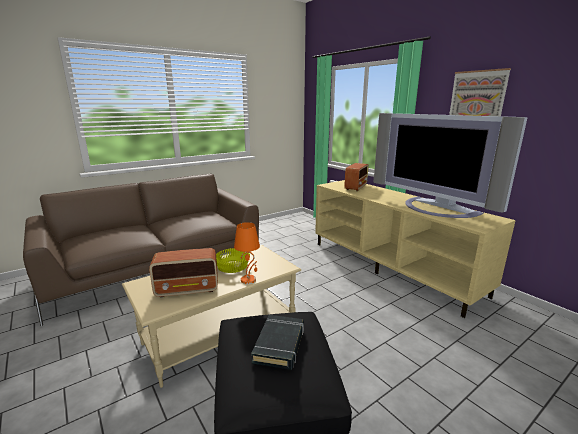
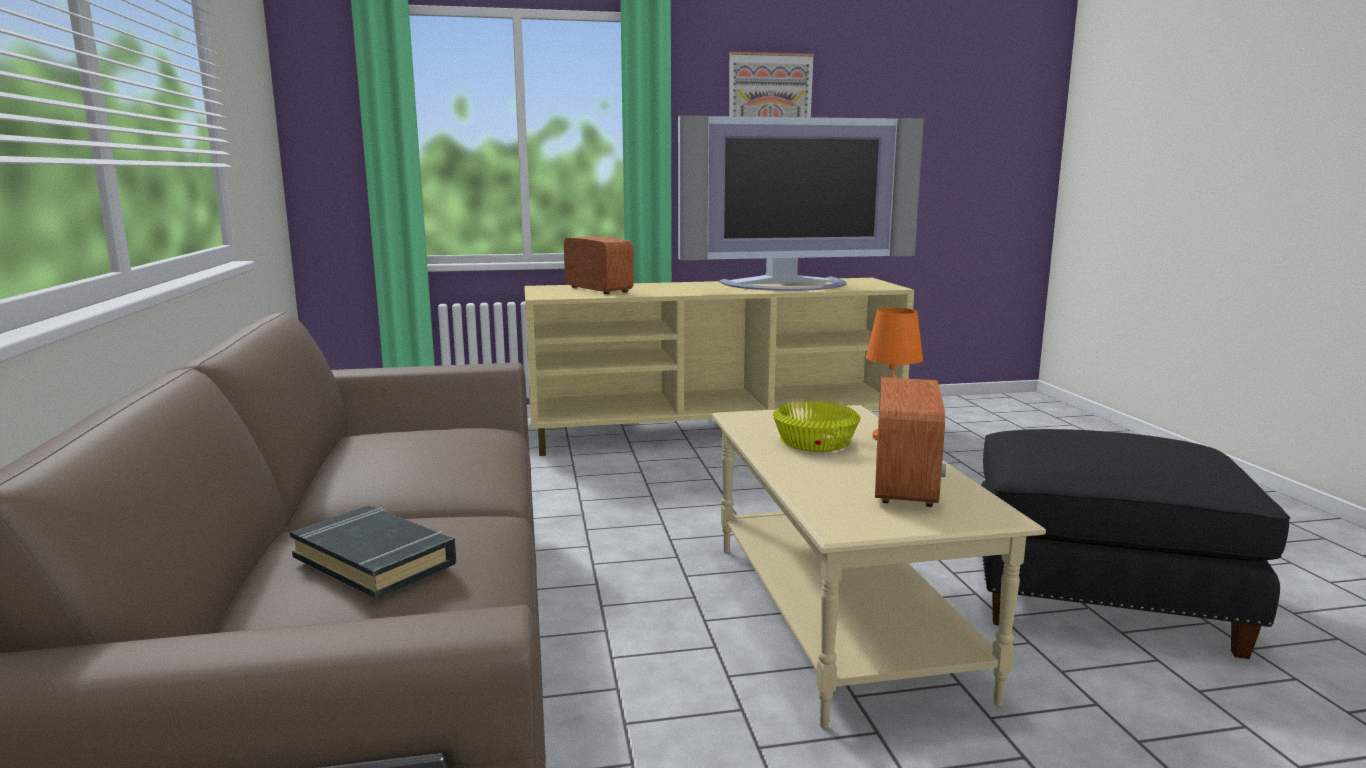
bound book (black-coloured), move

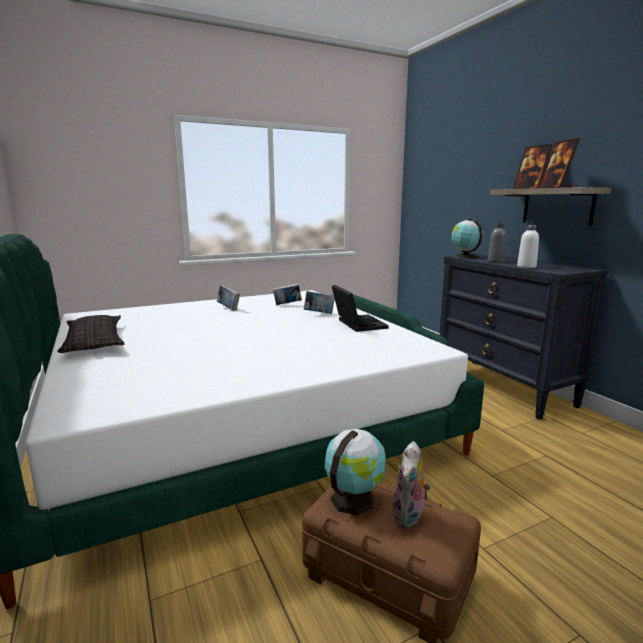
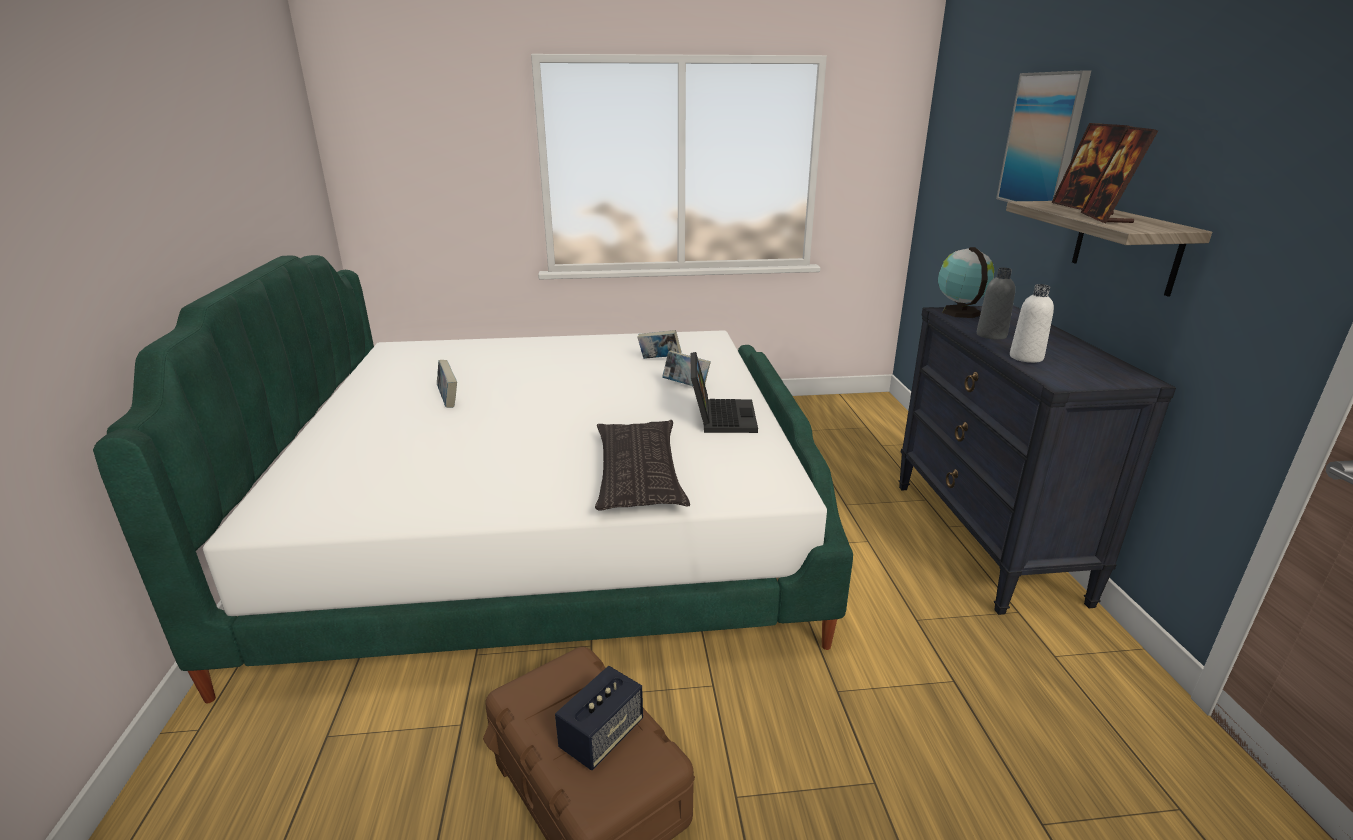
bound book (1st from left), move
throw pillow, move
world globe (1st from left) => nothing
plush toy => audio speaker
nothing => wall picture

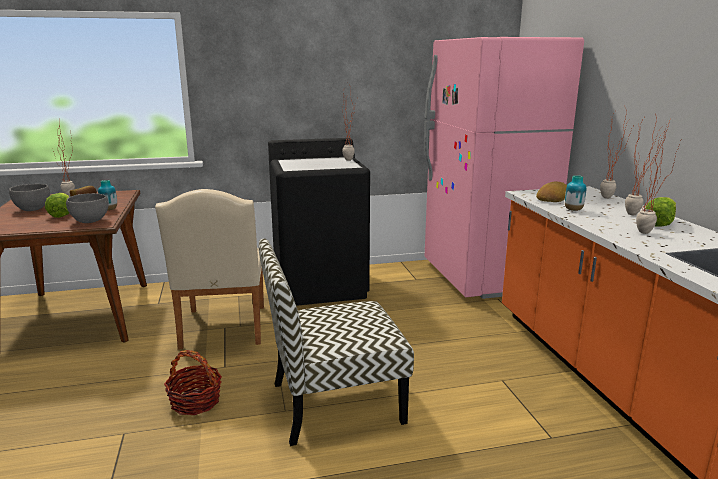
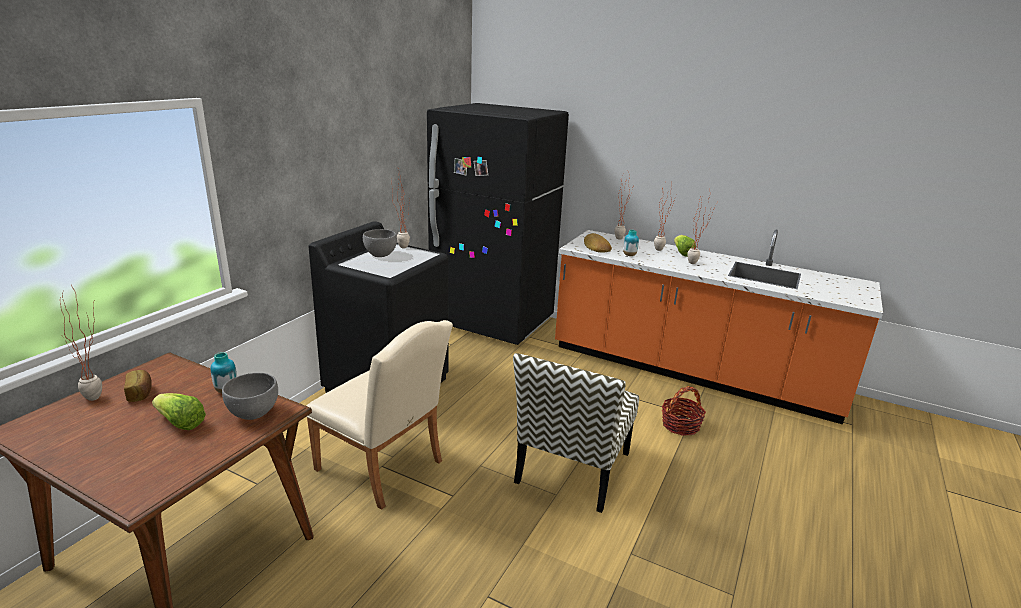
fridge (pink) => fridge (black-coloured)
serving bowl (grey) (1st from left in the first image) => serving bowl (grey) (2nd from left), move
storage basket, move

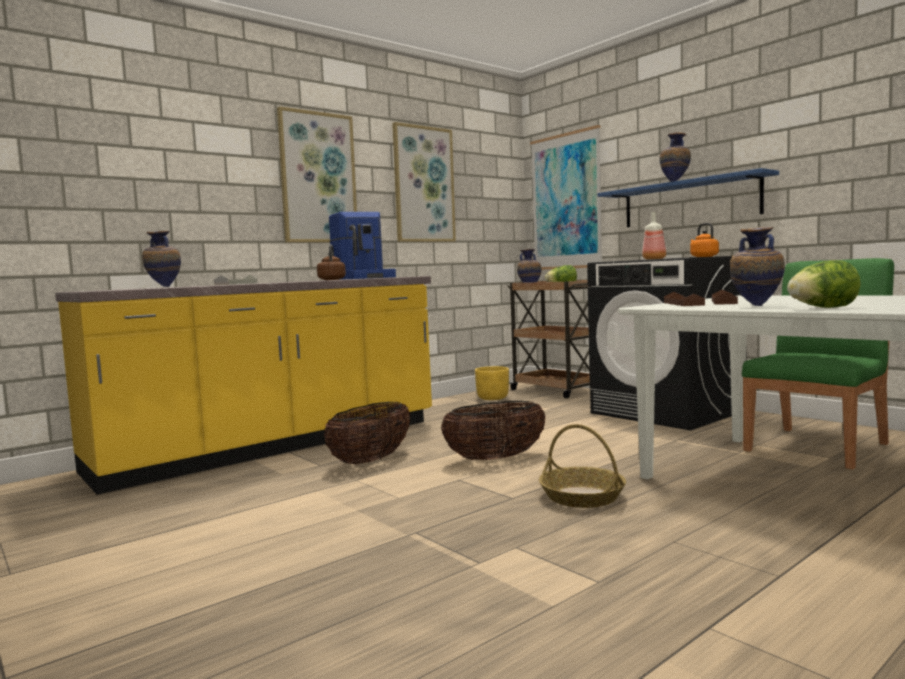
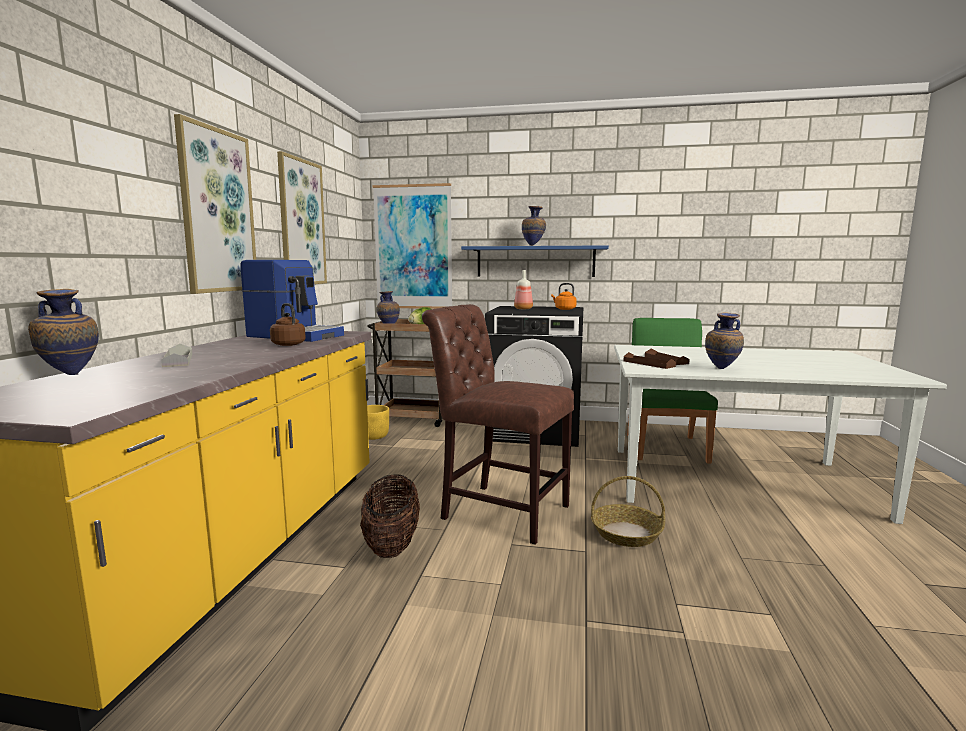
lettuce (2nd from left) => nothing
storage basket (2nd from left) => chair (brown-coloured)

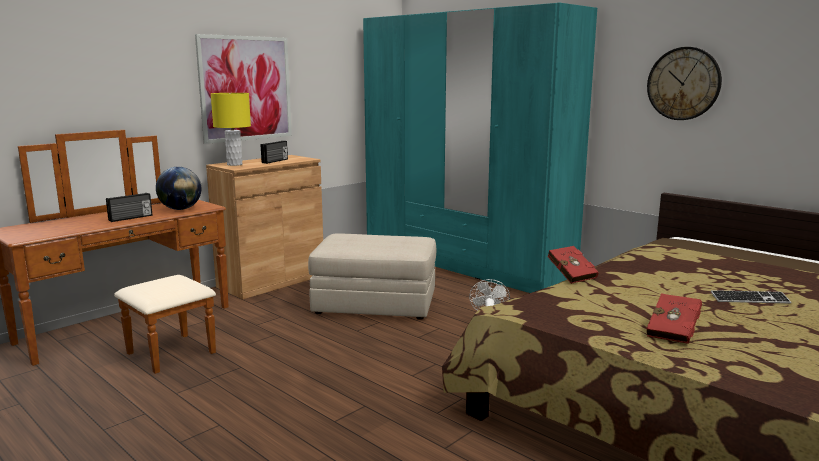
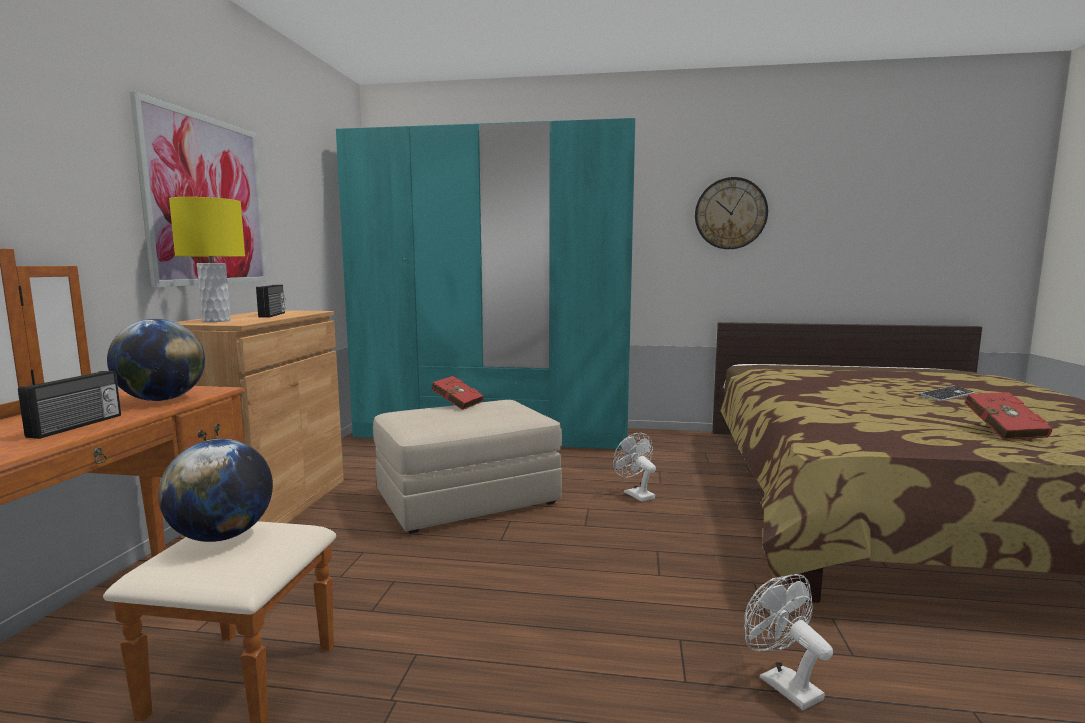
bound book (red-coloured) (1st from left), move
nothing => world globe (2nd from left)
nothing => electric fan (white) (2nd from left)

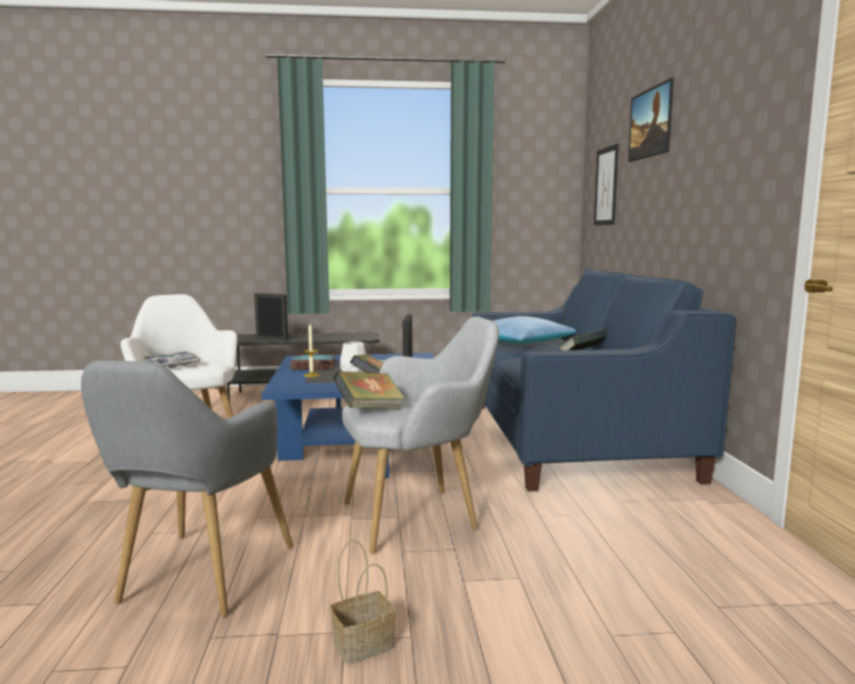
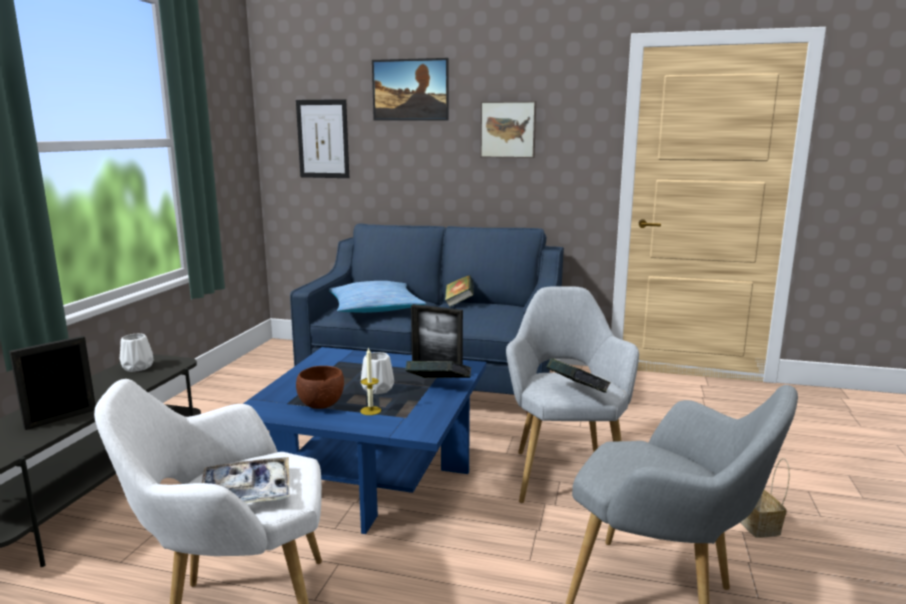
bound book (1st from left) => serving bowl (brown-coloured)
nothing => wall picture (3rd from left)
nothing => flower vase (white) (1st from left)

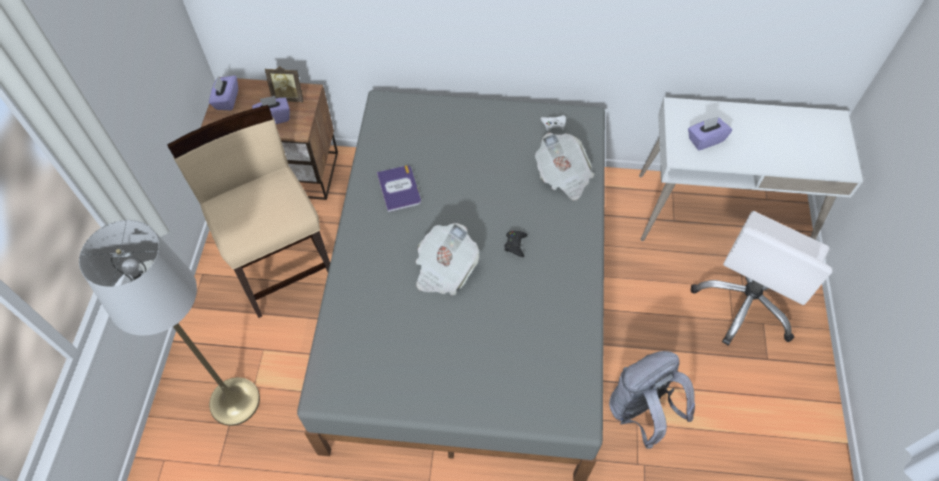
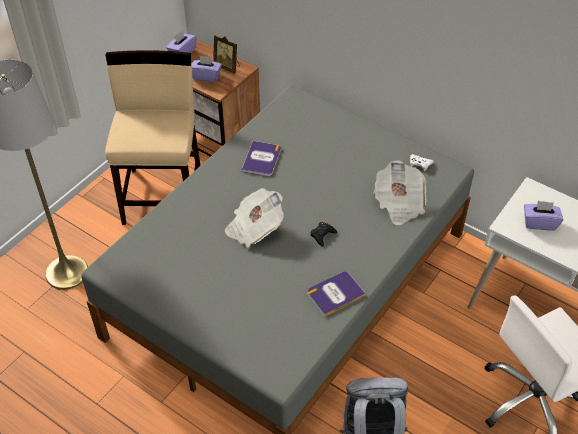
nothing => bound book (2nd from left)

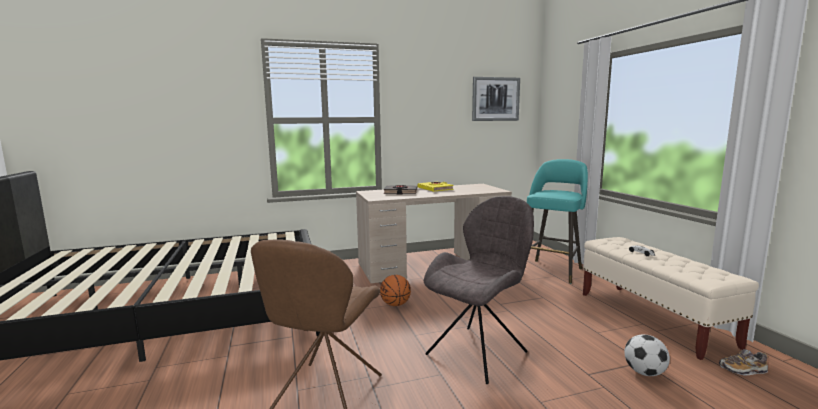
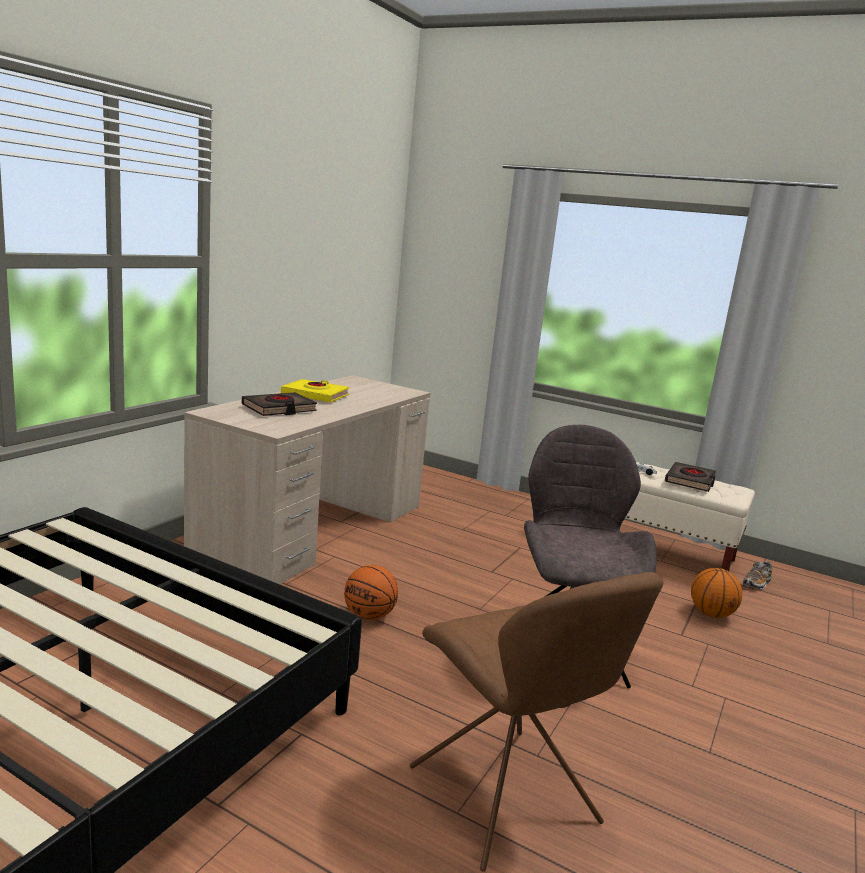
wall picture => nothing
sitting stool (blue-green) => nothing
football ball => basketball (2nd from left)
nothing => bound book (black-coloured) (2nd from left)

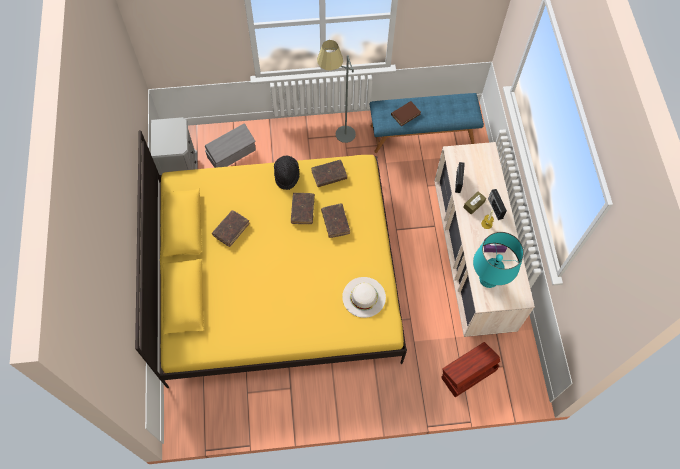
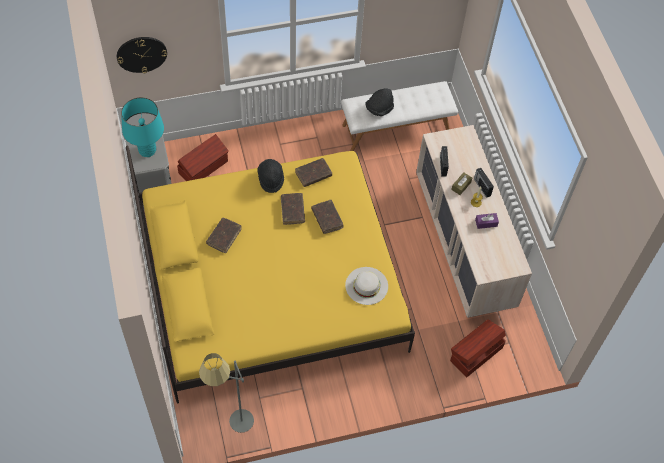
floor lamp (grey), move
indoor bench (bluish) => indoor bench (white)
bound book (brown-coloured) (5th from left) => wearable hat (black-coloured) (2nd from left)
storage bin (grey) => storage bin (brown-coloured) (1st from left)
table lamp (blue-green), move
nothing => clock on the wall

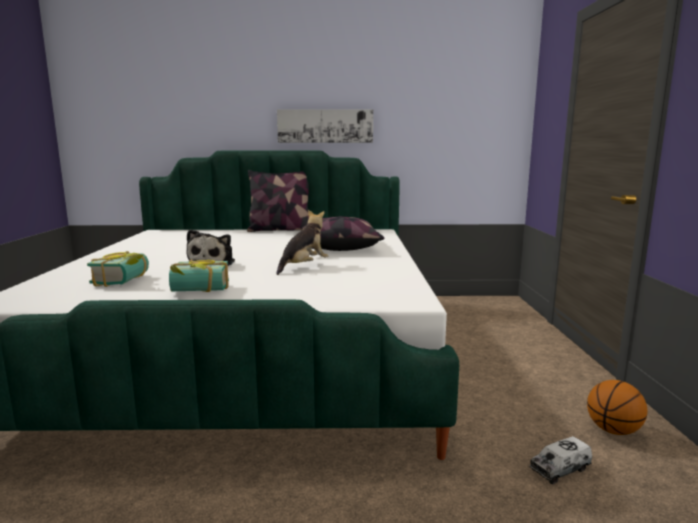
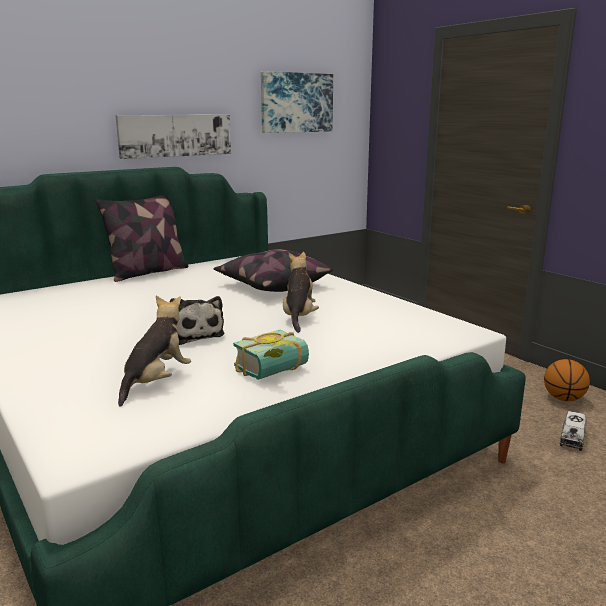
bound book (1st from left) => plush toy (1st from left)
nothing => wall picture (2nd from left)

